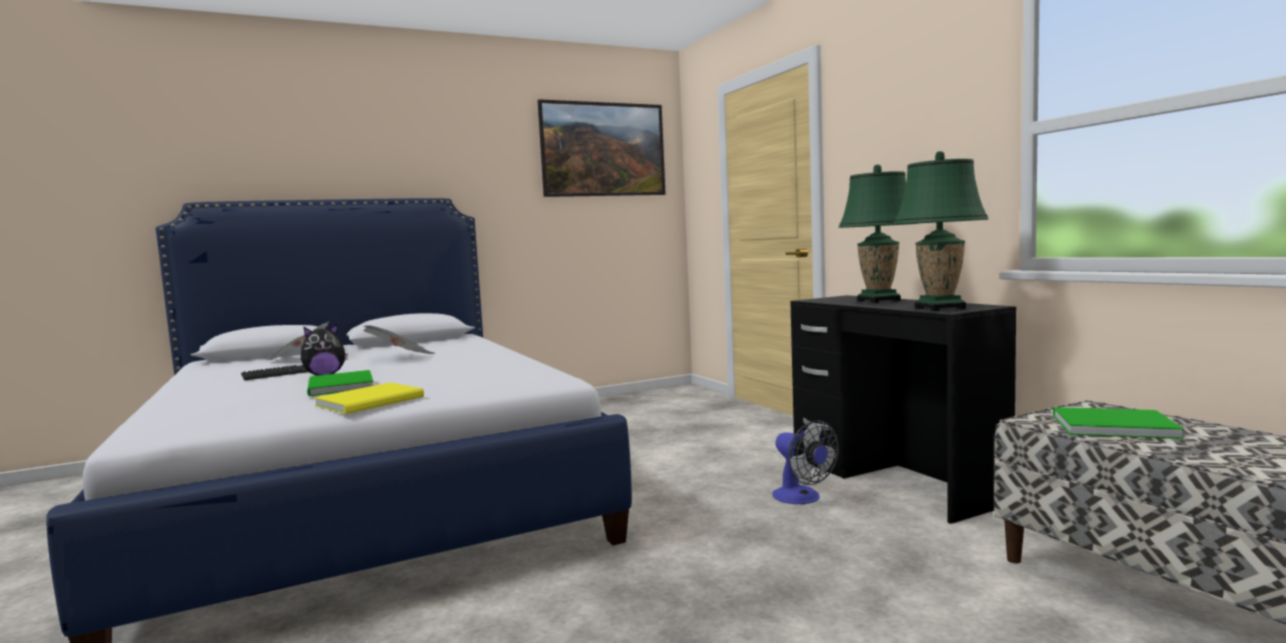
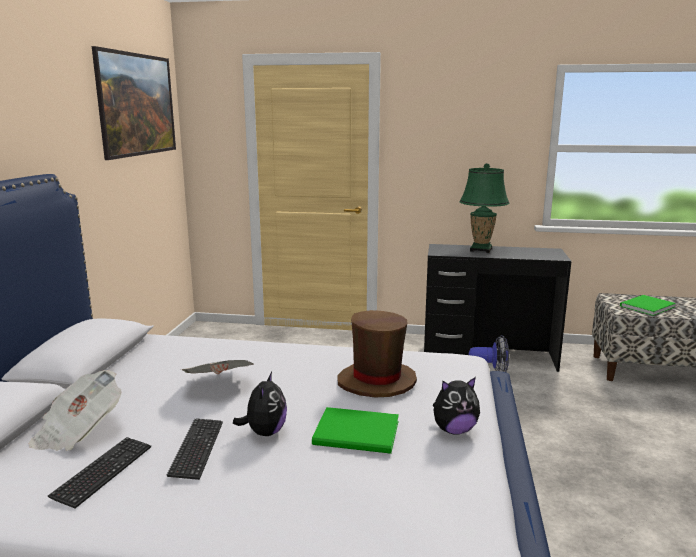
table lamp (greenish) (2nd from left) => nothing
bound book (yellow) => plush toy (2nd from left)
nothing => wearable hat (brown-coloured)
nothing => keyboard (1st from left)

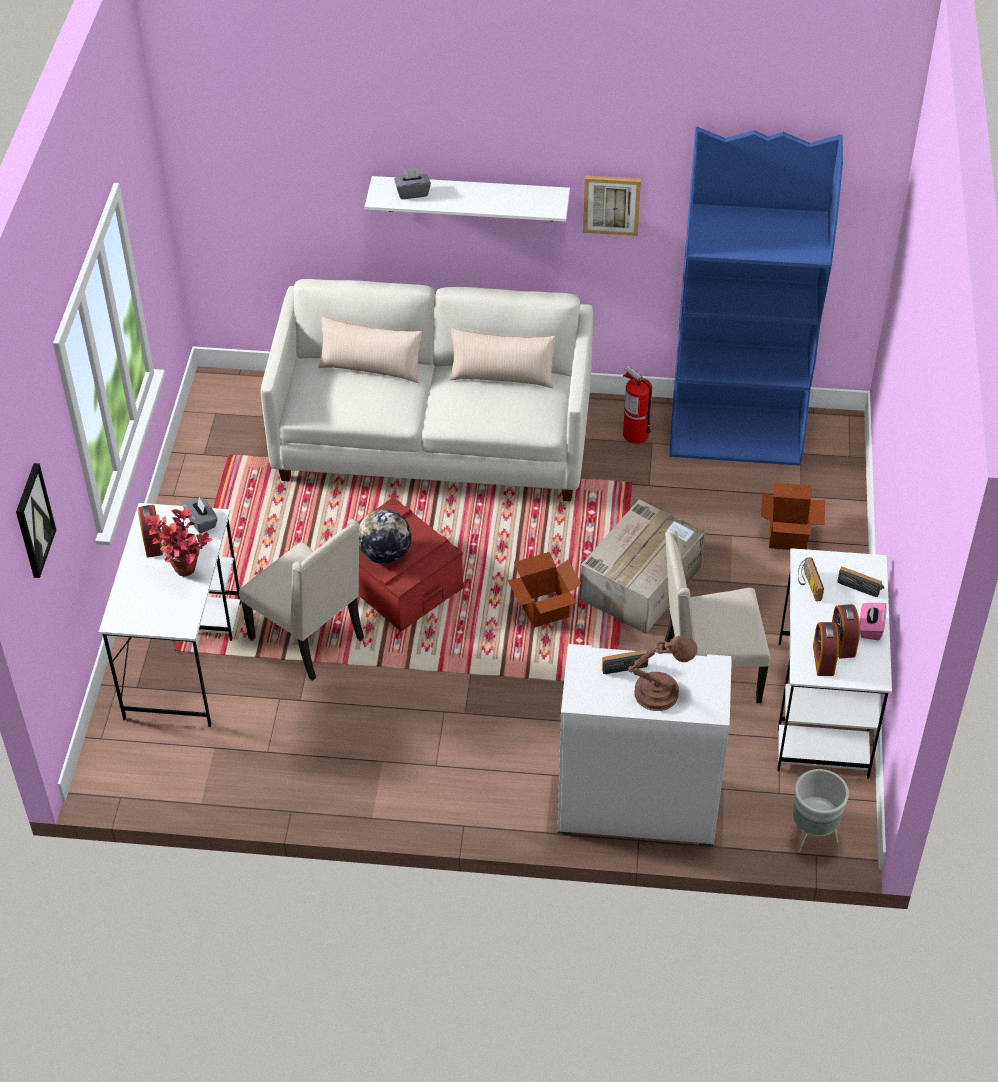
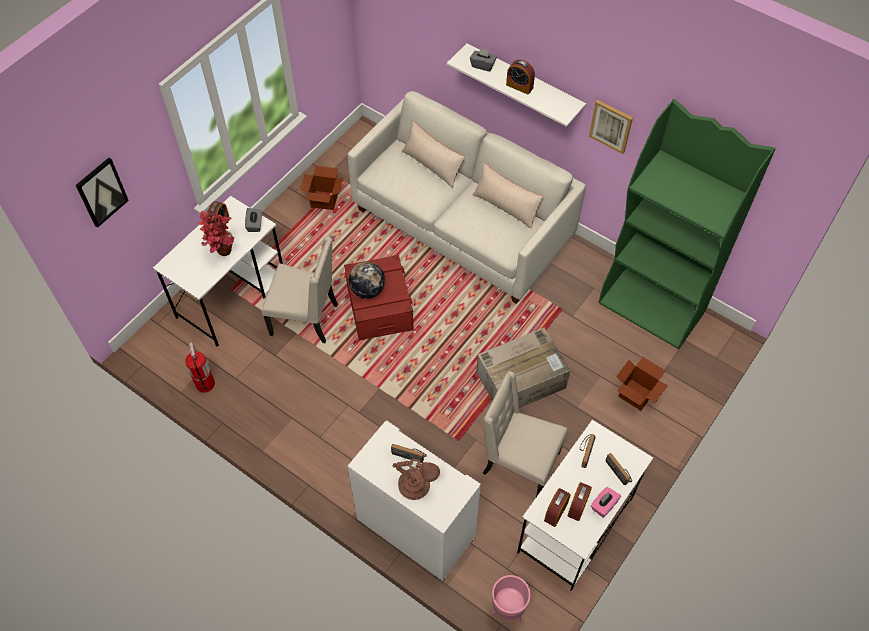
bookshelf (bluish) => bookshelf (greenish)
extinguisher, move
chair (beige-coloured) (1st from left), 60 degrees counterclockwise
carton (1st from left), move
plant pot (grey) => plant pot (pink)
nothing => table clock (2nd from left)

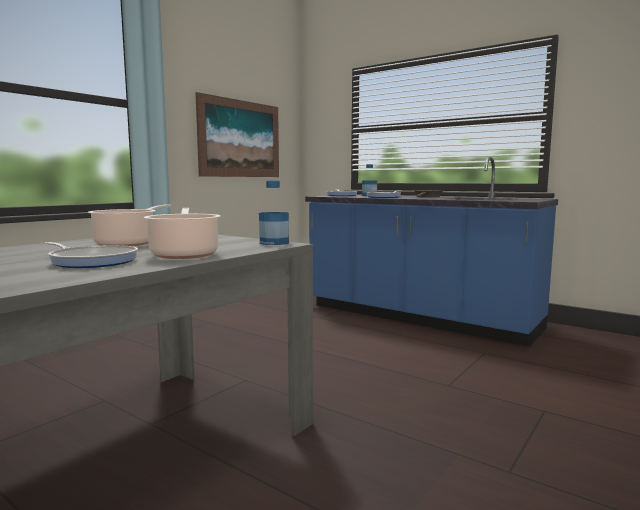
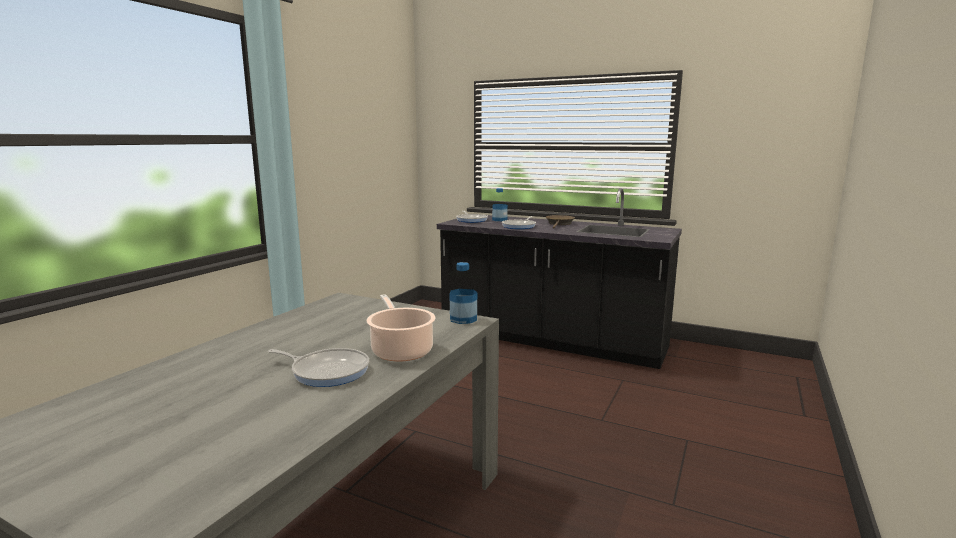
wall picture => nothing
kitchen base unit (bluish) => kitchen base unit (black-coloured)
saucepot (1st from left) => nothing

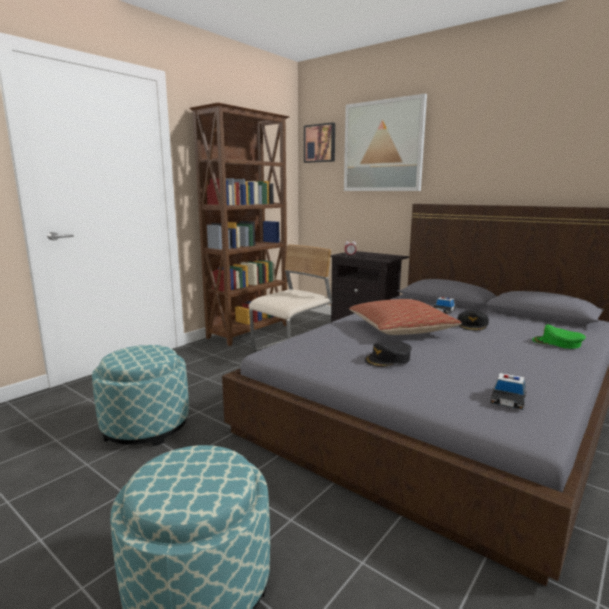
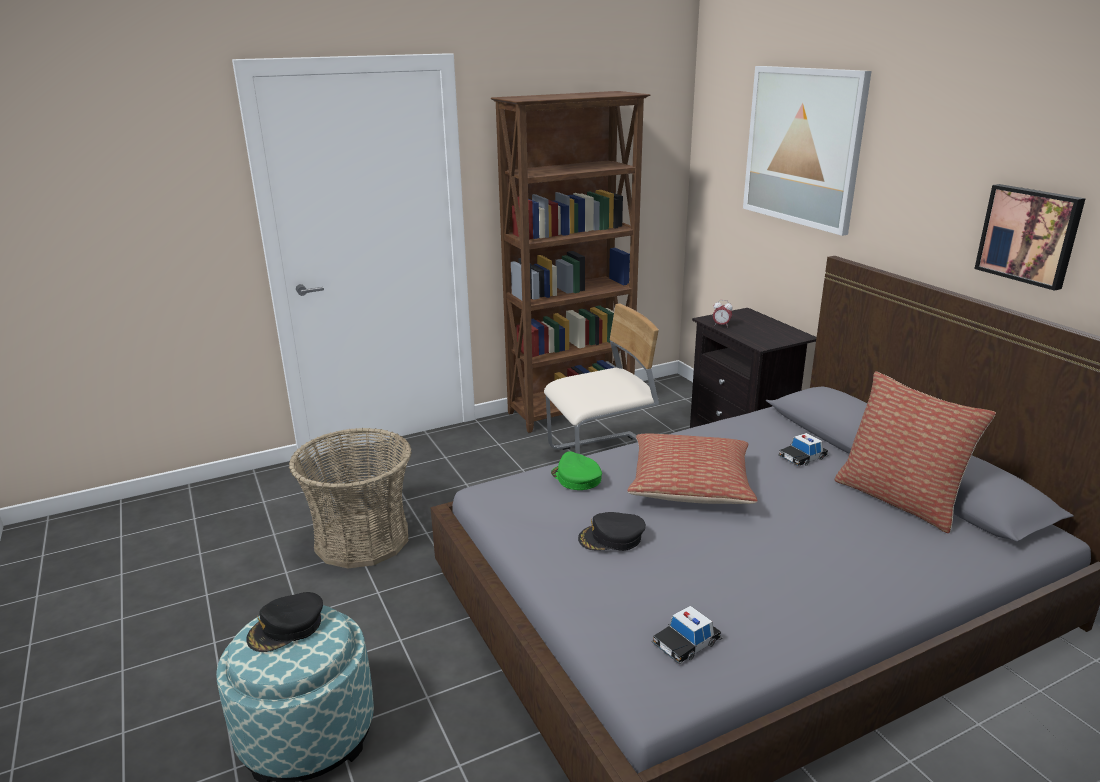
wall picture (1st from left in the first image) => wall picture (2nd from left), move
cap (black-coloured) (2nd from left in the first image) => cap (black-coloured) (1st from left), move
cap (greenish), move
ottoman (1st from left) => storage basket
nothing => throw pillow (2nd from left)

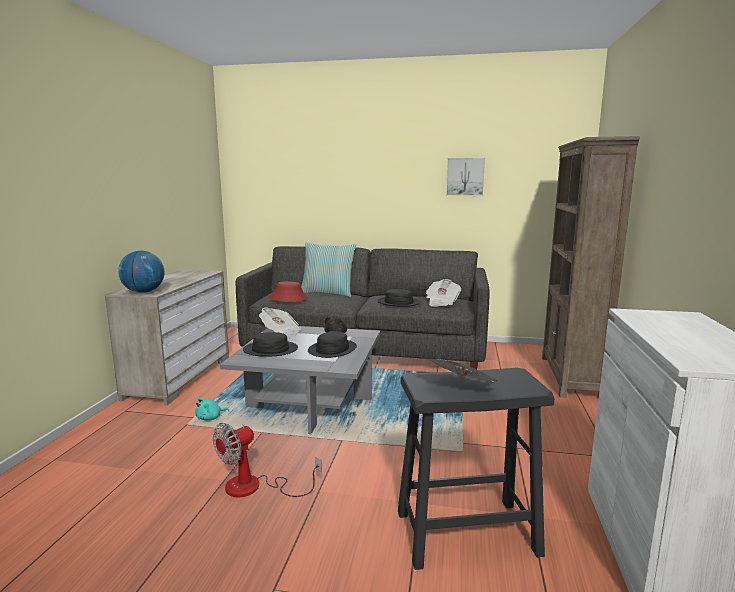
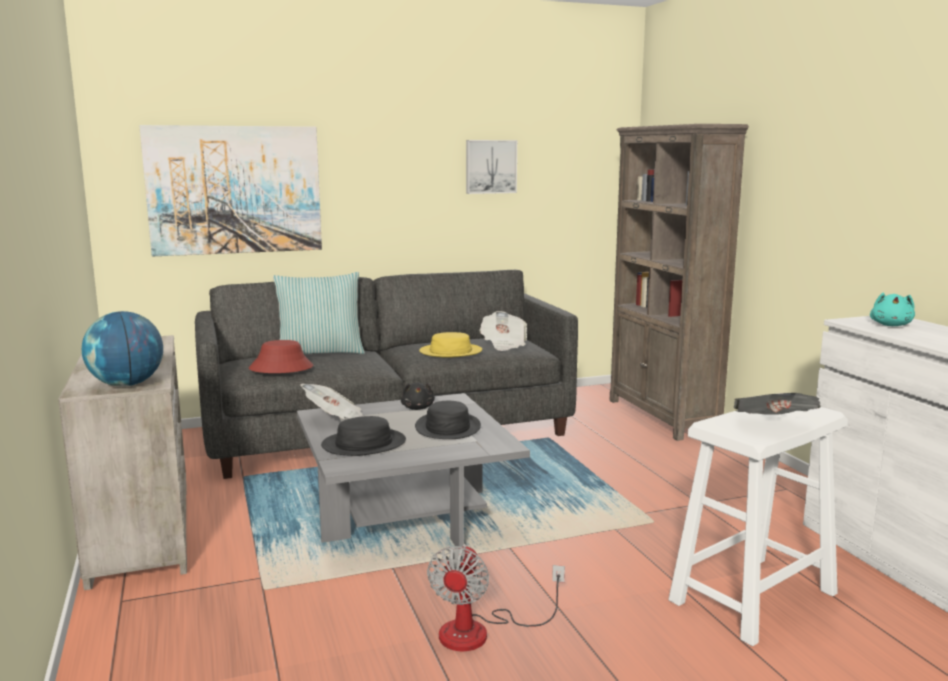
wearable hat (black-coloured) (3rd from left) => wearable hat (yellow)
sitting stool (black-coloured) => sitting stool (white)
plush toy (blue-green), move
nothing => wall picture (1st from left)

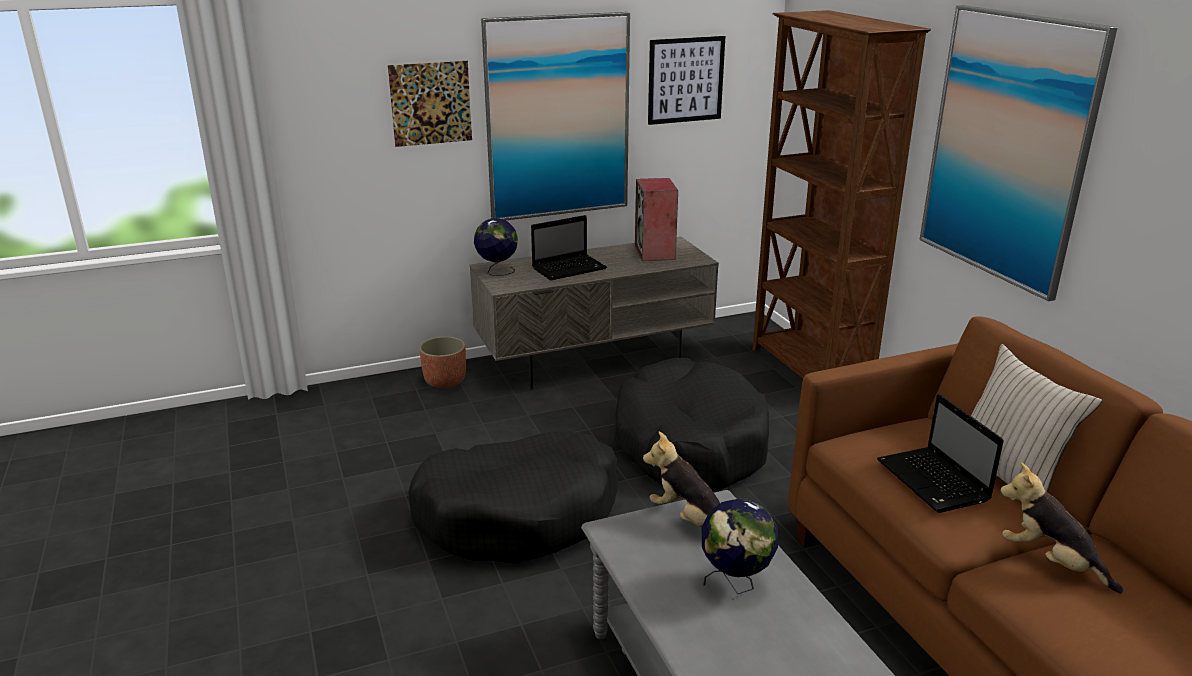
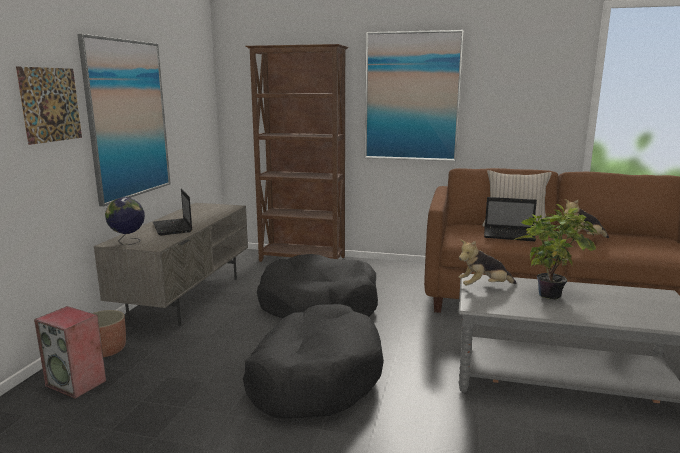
wall picture (3rd from left) => nothing
audio speaker, move
portable computer (1st from left), 150 degrees clockwise
world globe (2nd from left) => plant in a pot

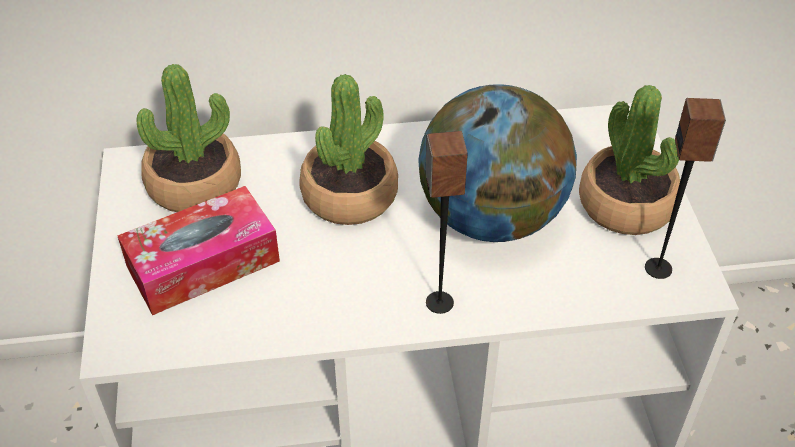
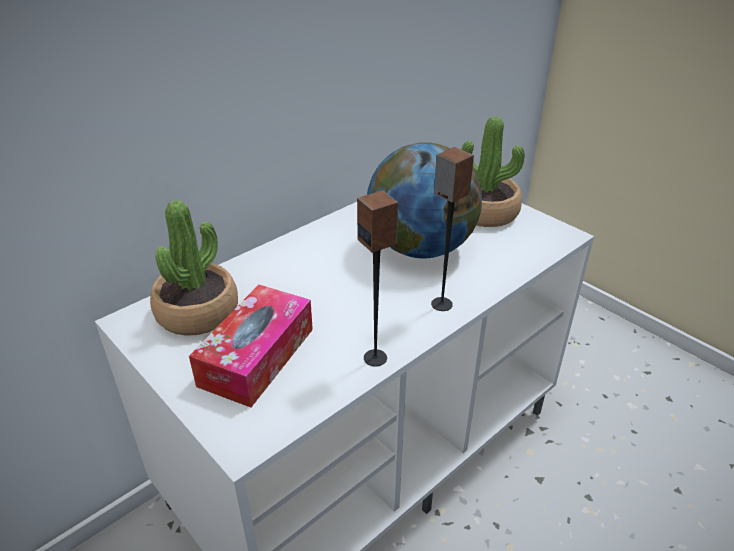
plant in a pot (2nd from left) => nothing
audio speaker (2nd from left in the first image) => audio speaker (1st from left), move

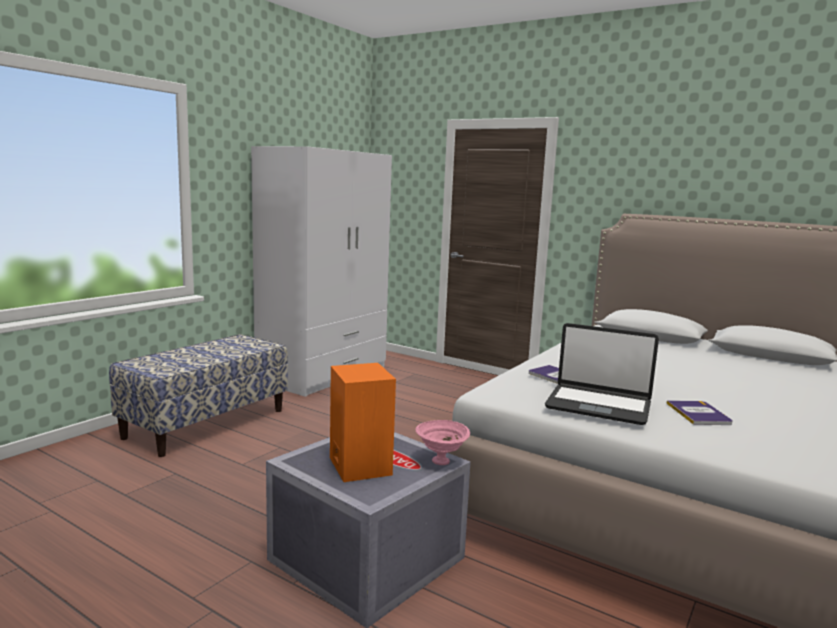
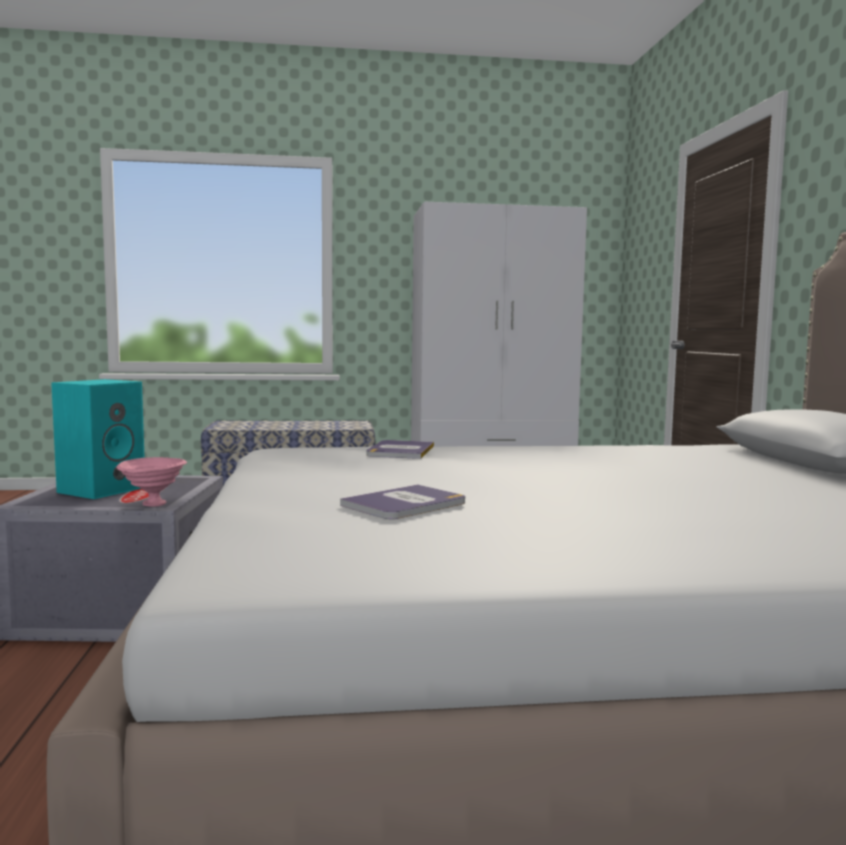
portable computer => nothing
audio speaker (orange-coloured) => audio speaker (blue-green)

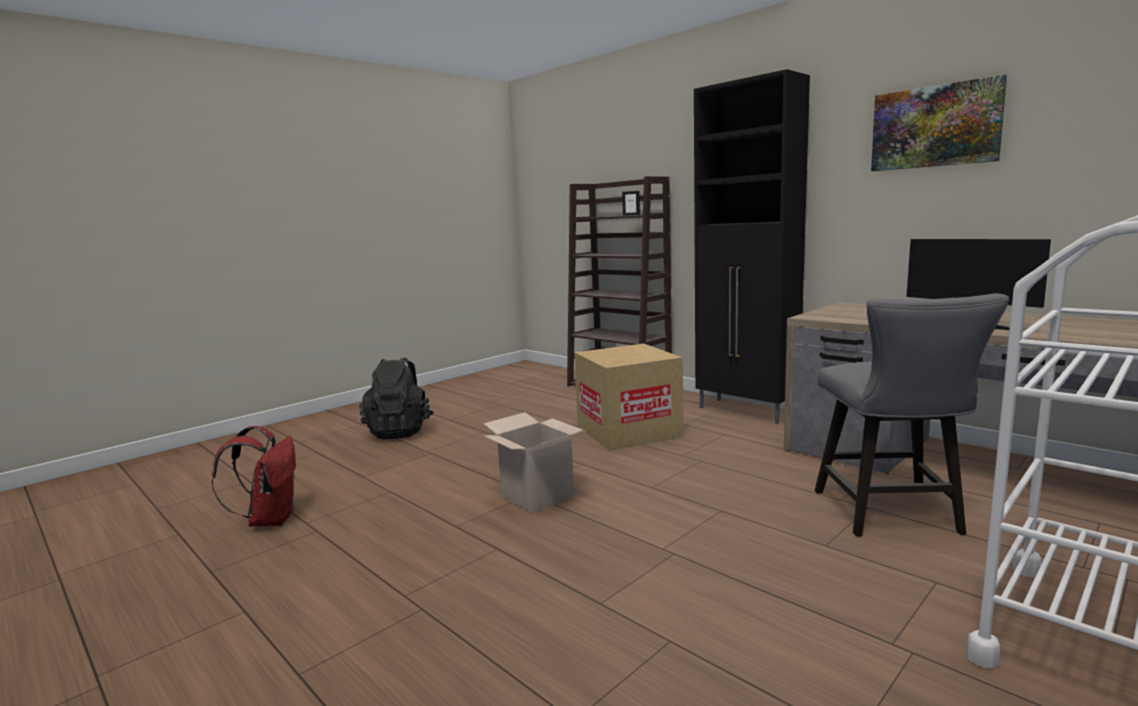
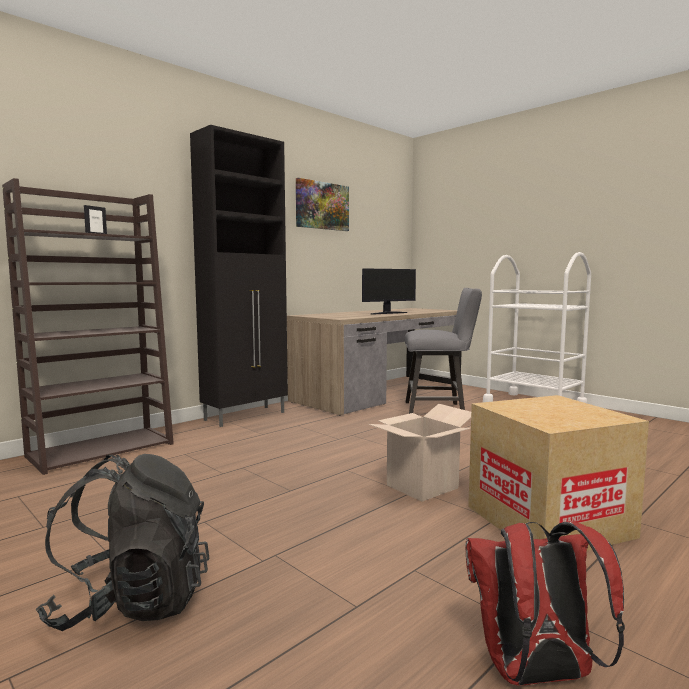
carton (2nd from left), move

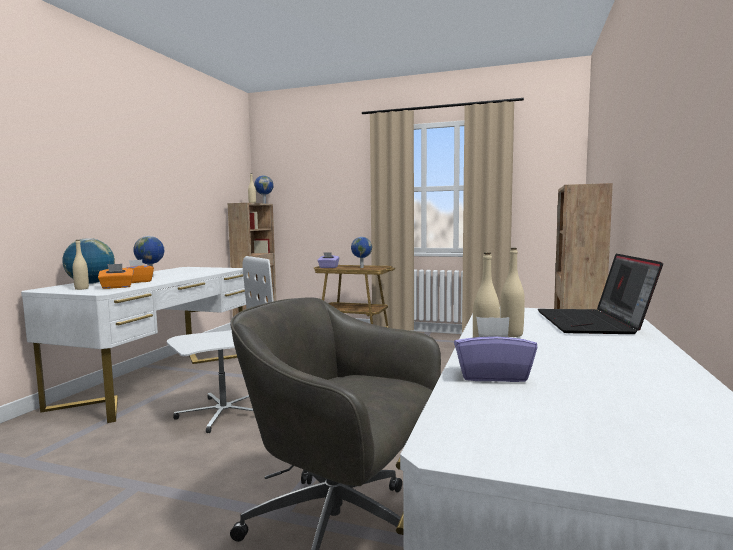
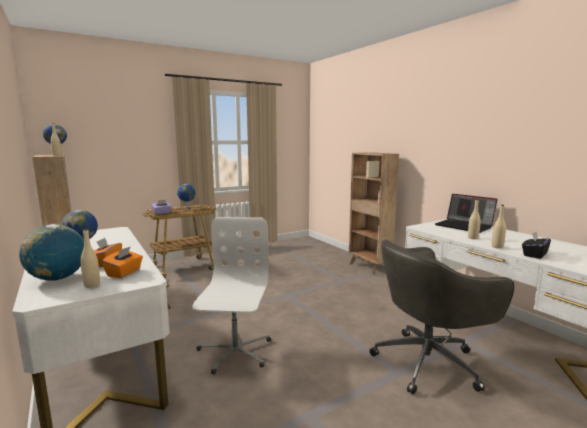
box of tissues (purple-coloured) (2nd from left) => box of tissues (black-coloured)

